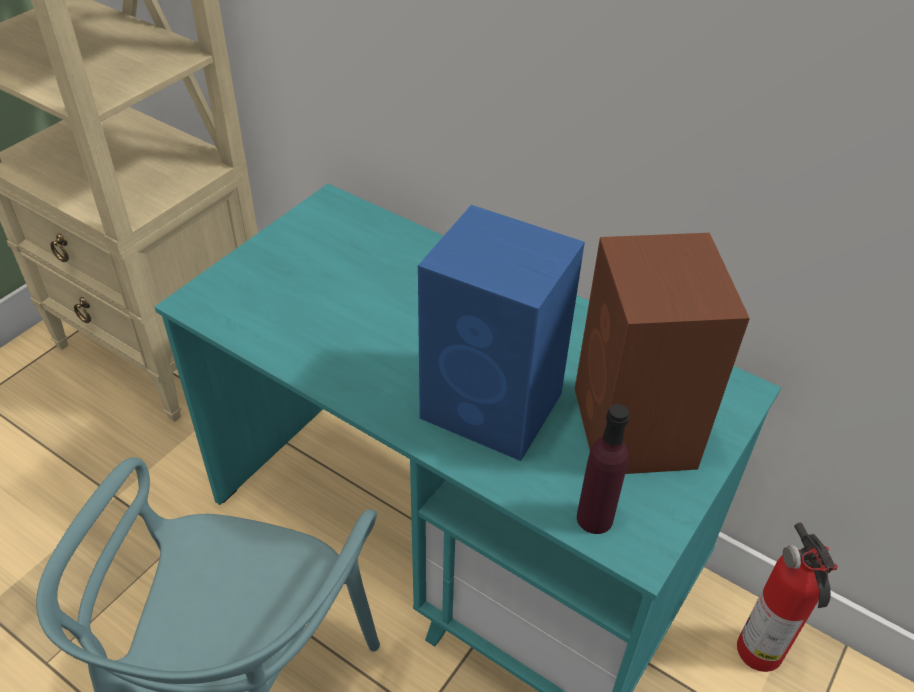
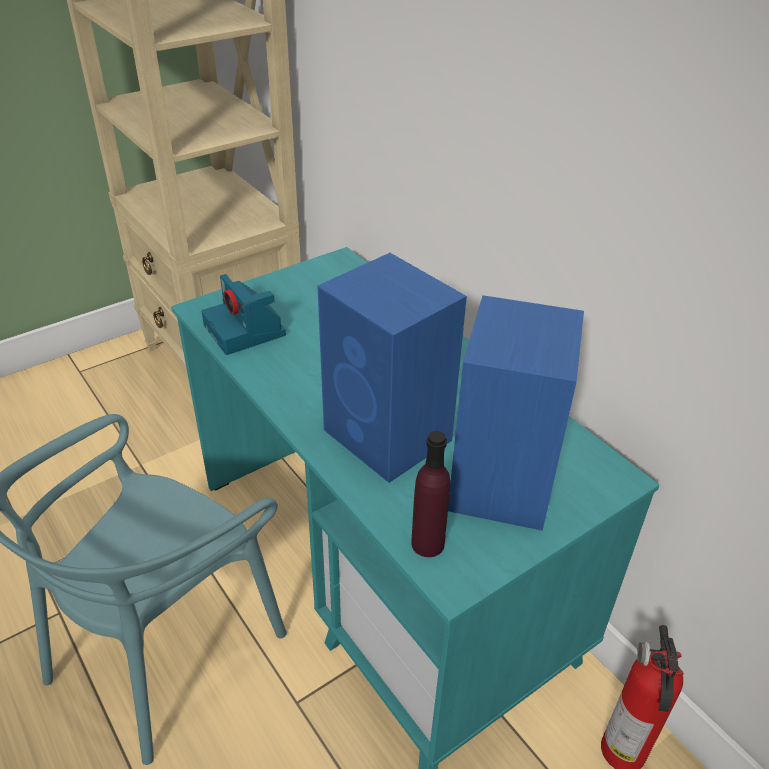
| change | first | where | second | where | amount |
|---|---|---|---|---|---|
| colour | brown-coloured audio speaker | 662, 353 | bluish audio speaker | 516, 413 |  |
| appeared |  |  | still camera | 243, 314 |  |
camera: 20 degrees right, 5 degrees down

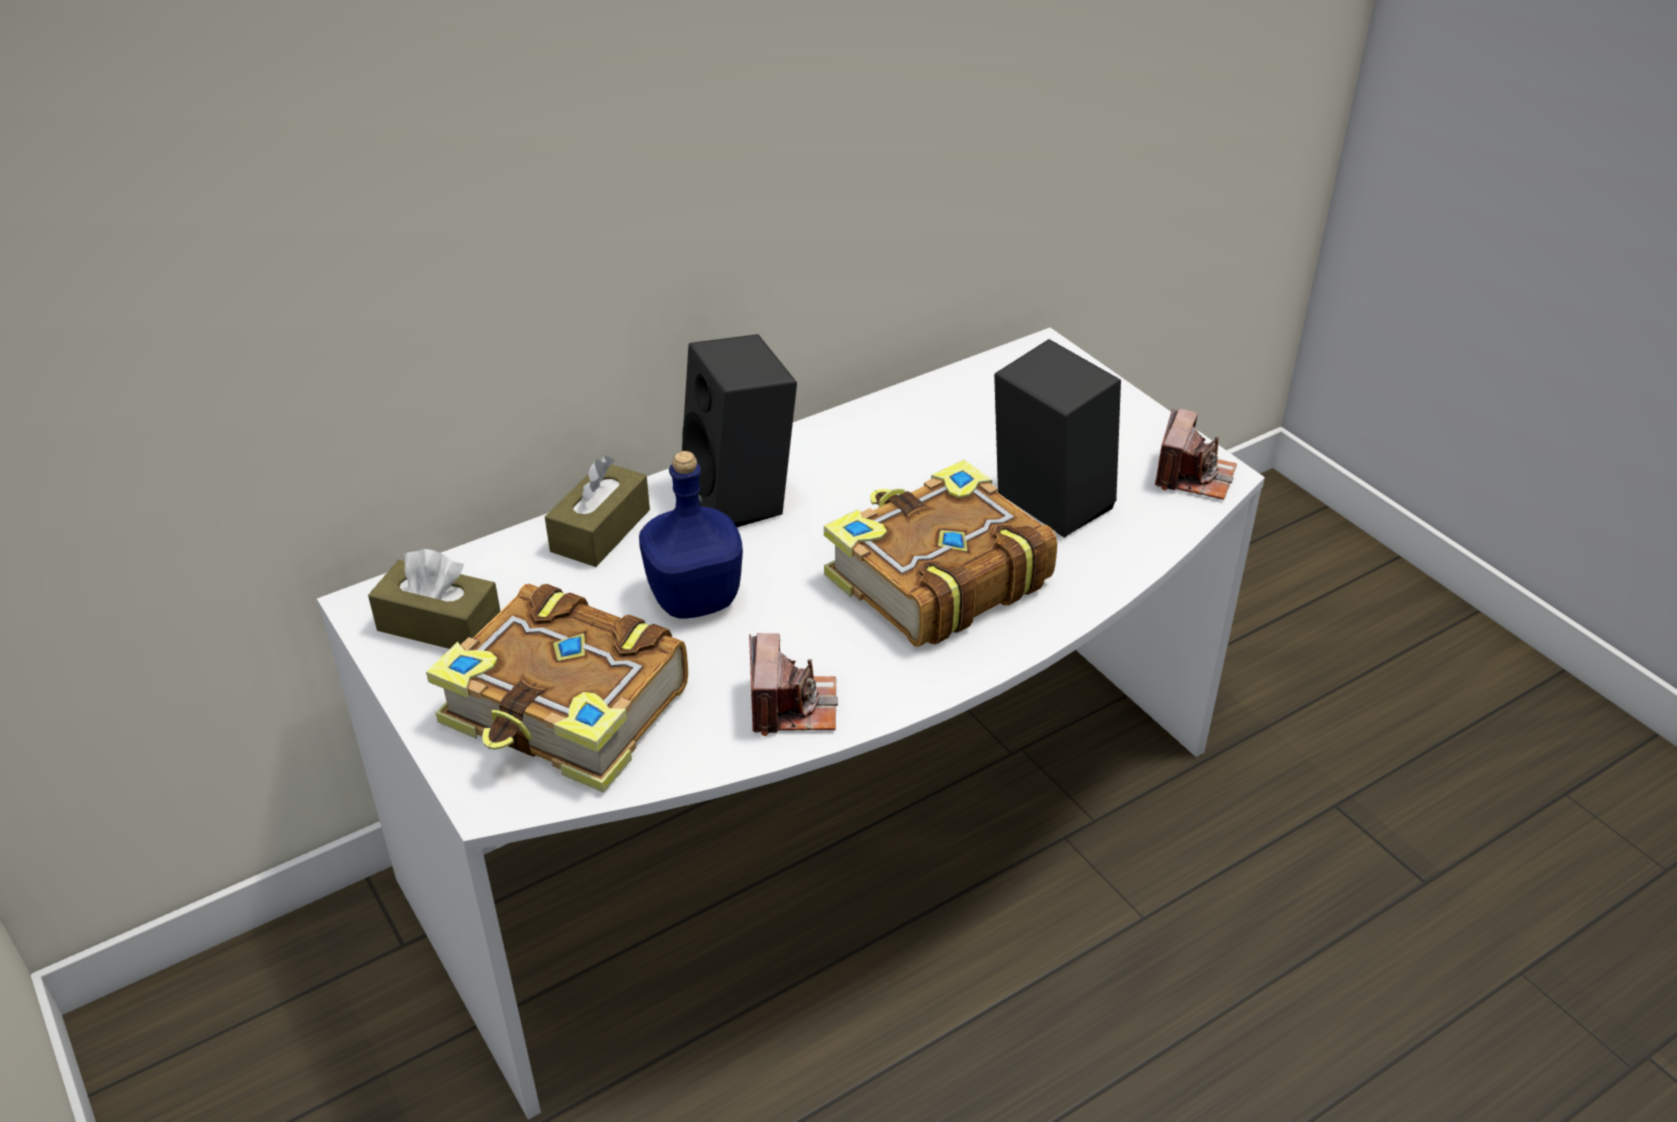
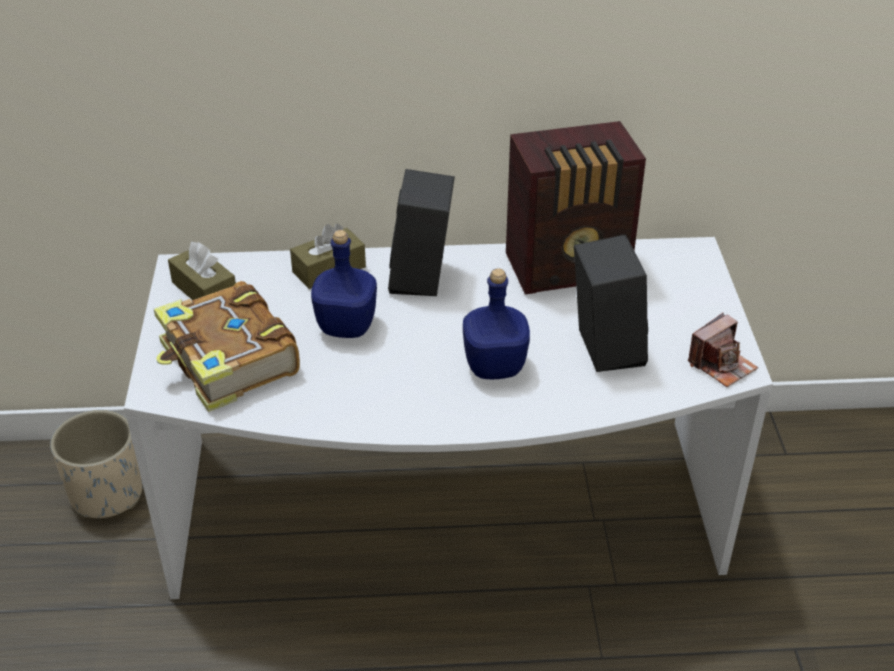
| change | first | where | second | where | amount |
|---|---|---|---|---|---|
| missing | still camera | 793, 684 |  |  |  |
| exchanged | book | 940, 553 | bluish bottle | 496, 323 |  |
| appeared |  |  | beige-coloured planter | 96, 464 |  |
| appeared |  |  | radio set | 576, 207 |  |
camera: 30 degrees right, 0 degrees up

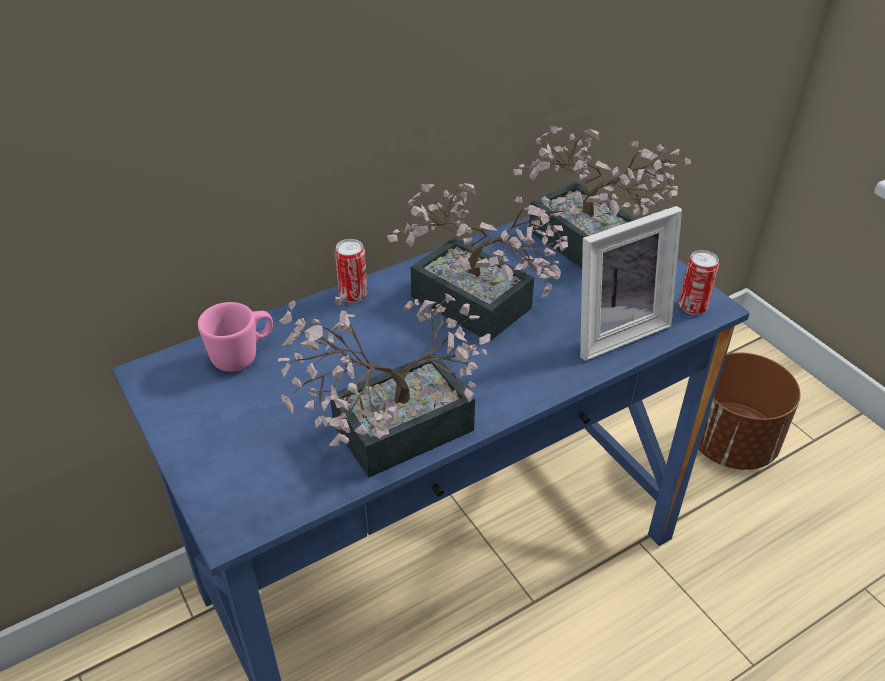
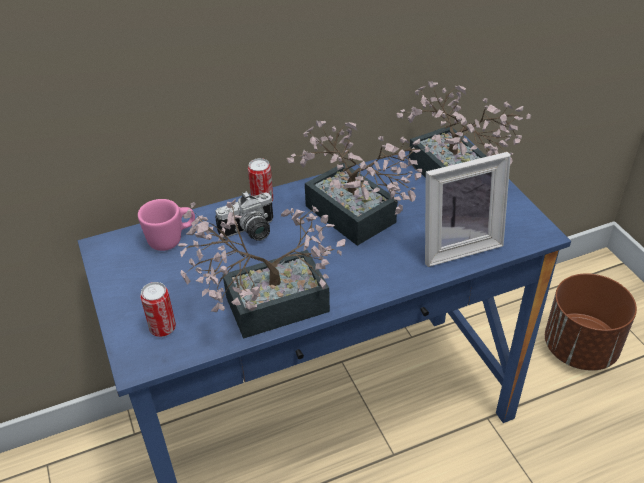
| change | first | where | second | where | amount |
|---|---|---|---|---|---|
| relocated | metal can | 698, 282 |  | 158, 309 |  |
| appeared |  |  | still camera | 244, 216 |  |
camera: 10 degrees right, 0 degrees up

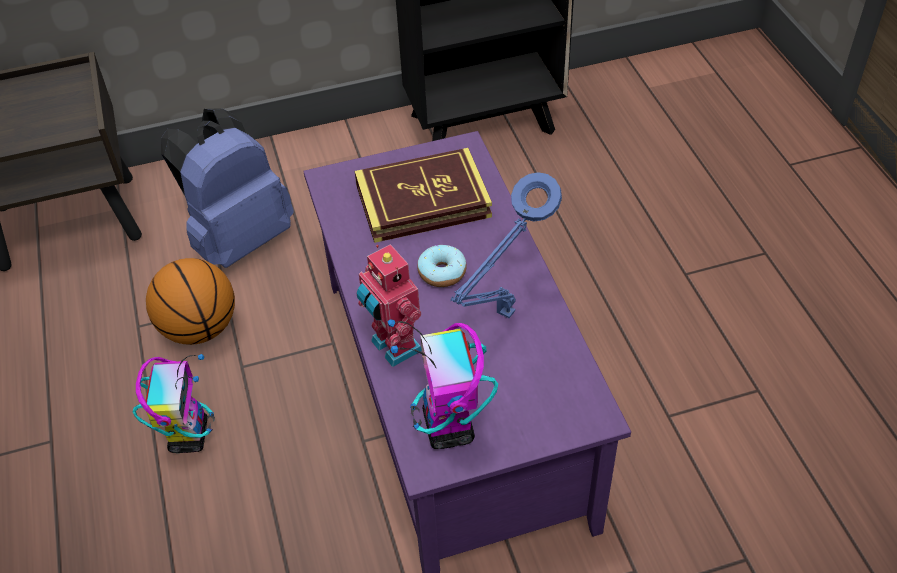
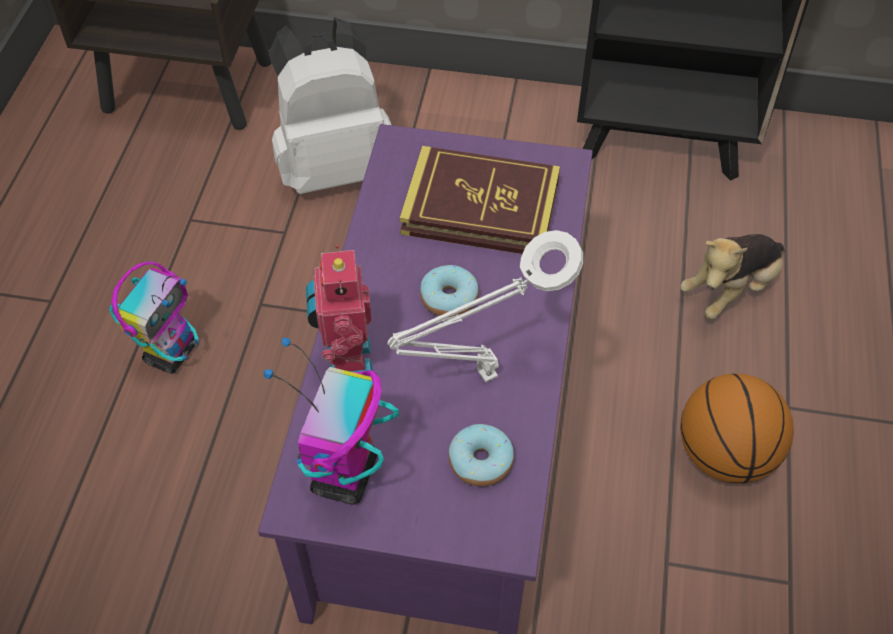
| change | first | where | second | where | amount |
|---|---|---|---|---|---|
| relocated | ball for basketball | 190, 301 |  | 737, 428 |  |
| colour | bluish rucksack | 227, 188 | white rucksack | 330, 105 |  |
| colour | bluish table lamp | 506, 245 | white table lamp | 485, 306 |  |
| appeared |  |  | doughnut | 481, 455 |  |
| appeared |  |  | soft toy | 732, 276 |  |
camera: 25 degrees right, 5 degrees up

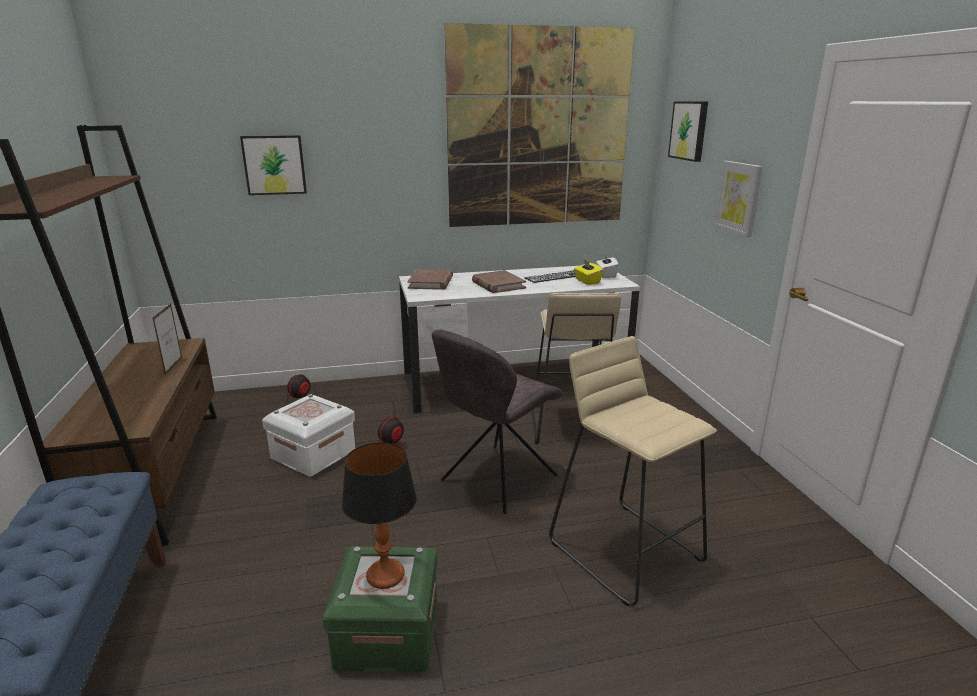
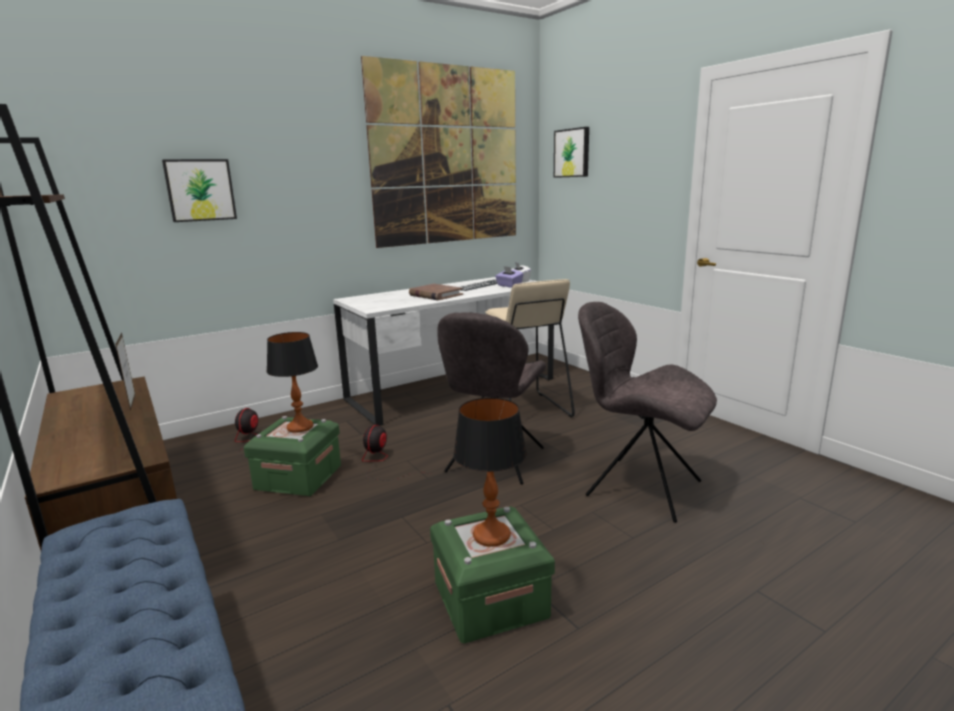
| change | first | where | second | where | amount |
|---|---|---|---|---|---|
| colour | white storage bin | 308, 435 | greenish storage bin | 292, 456 |  |
| missing | brown-coloured book | 430, 279 |  |  |  |
| exchanged | beige-coloured sitting stool | 633, 471 | greyish plain chair | 647, 412 |  |
| colour | yellowish tissue box | 588, 272 | purple tissue box | 509, 277 |  |
| missing | picture | 738, 199 |  |  |  |
| appeared |  |  | table lamp | 292, 382 |  |
camera: 20 degrees left, 5 degrees down

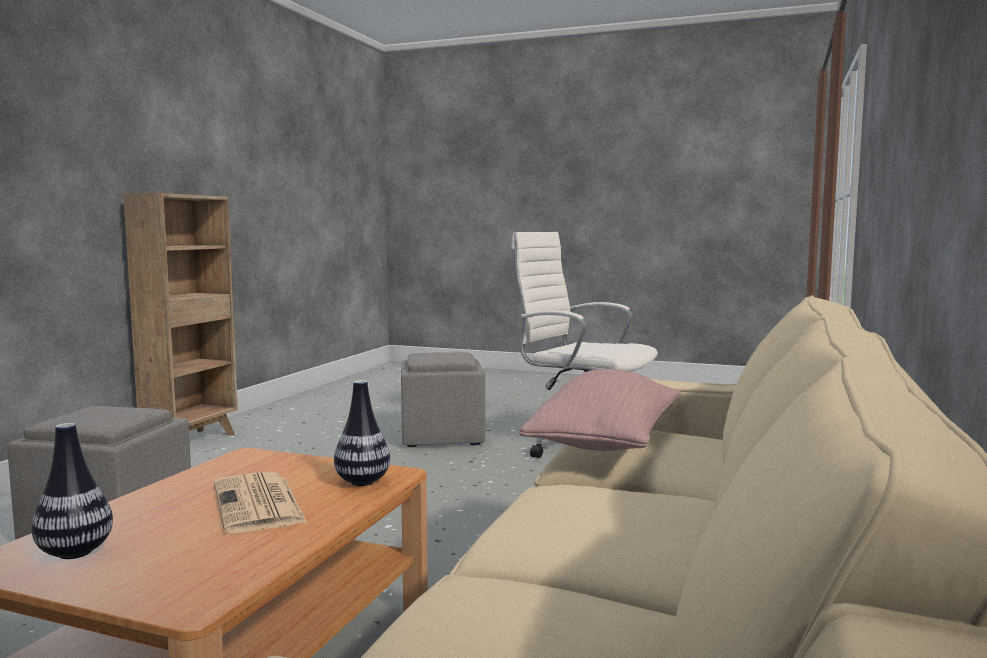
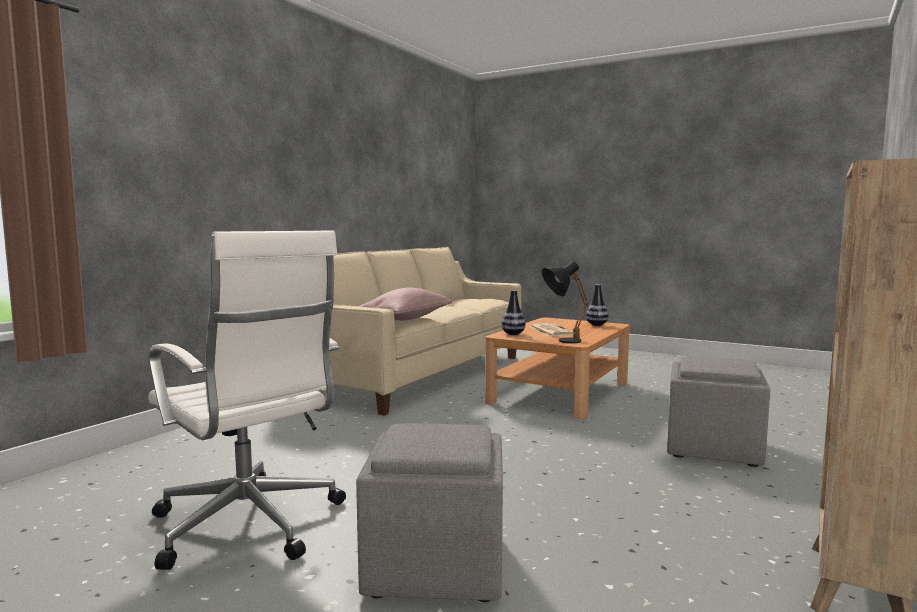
| change | first | where | second | where | amount |
|---|---|---|---|---|---|
| appeared |  |  | black-coloured table lamp | 565, 302 |  |
camera: 170 degrees left, 0 degrees up

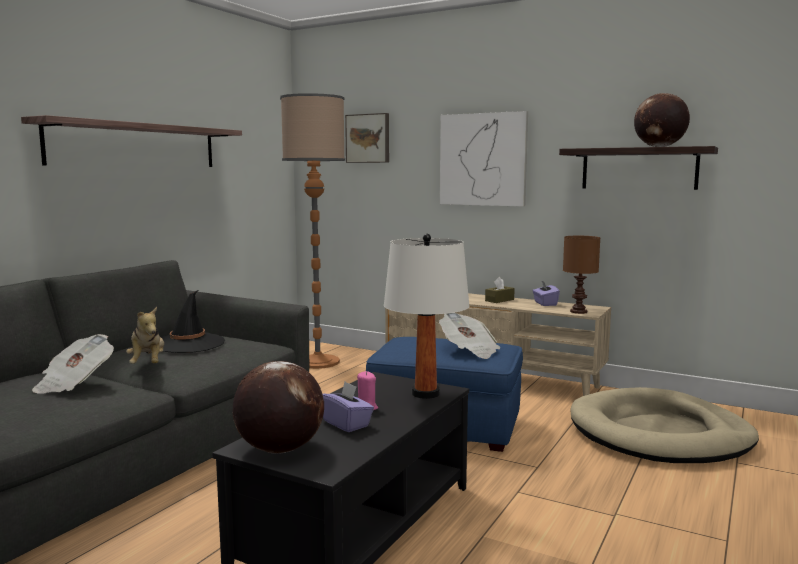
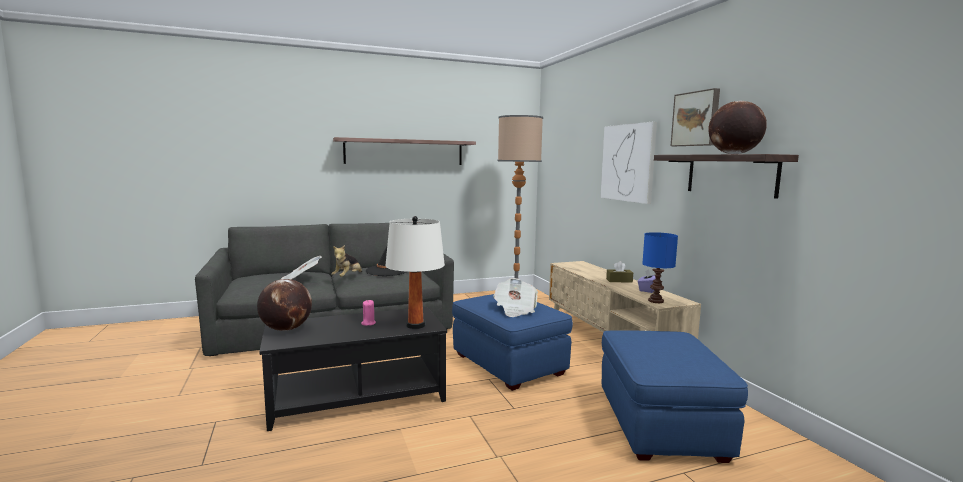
| change | first | where | second | where | amount |
|---|---|---|---|---|---|
| missing | purple tissue box | 348, 407 |  |  |  |
| relocated | picture | 367, 138 |  | 695, 117 |  |
| colour | brown-coloured table lamp | 581, 275 | bluish table lamp | 660, 267 |  |
| exchanged | beige-coloured dog cushion | 665, 425 | bluish ottoman | 675, 396 |  |
camera: 40 degrees right, 0 degrees up

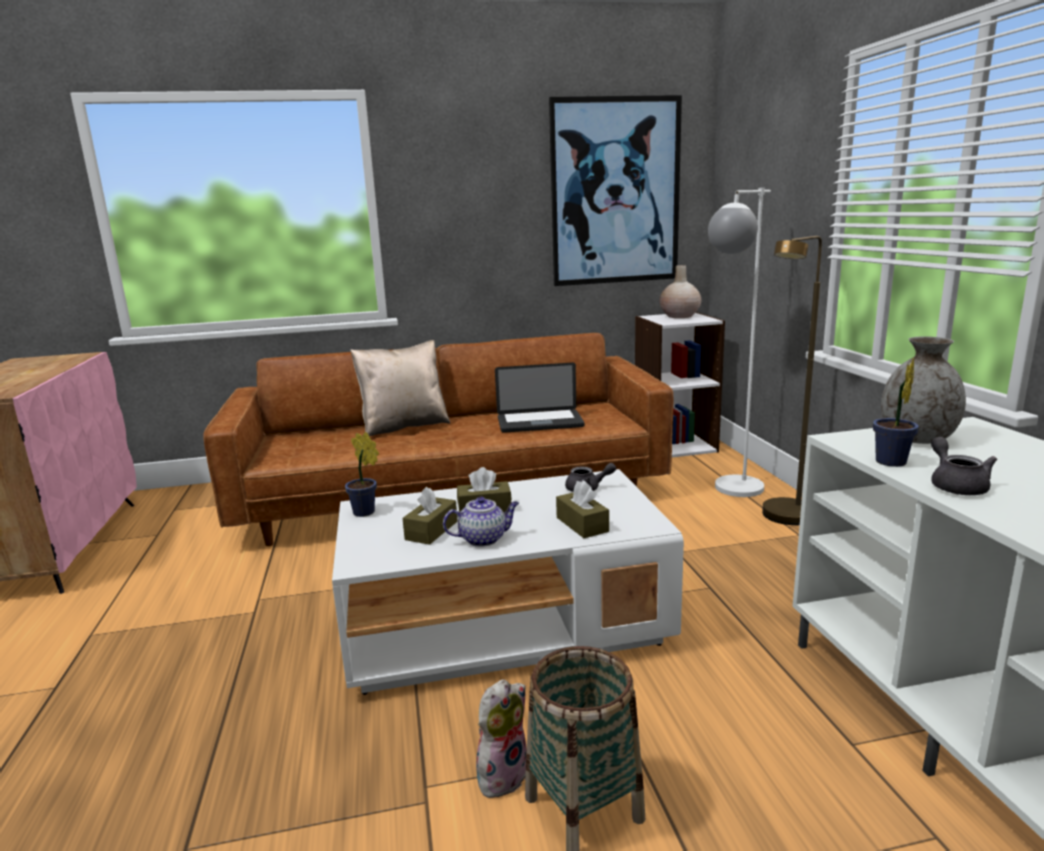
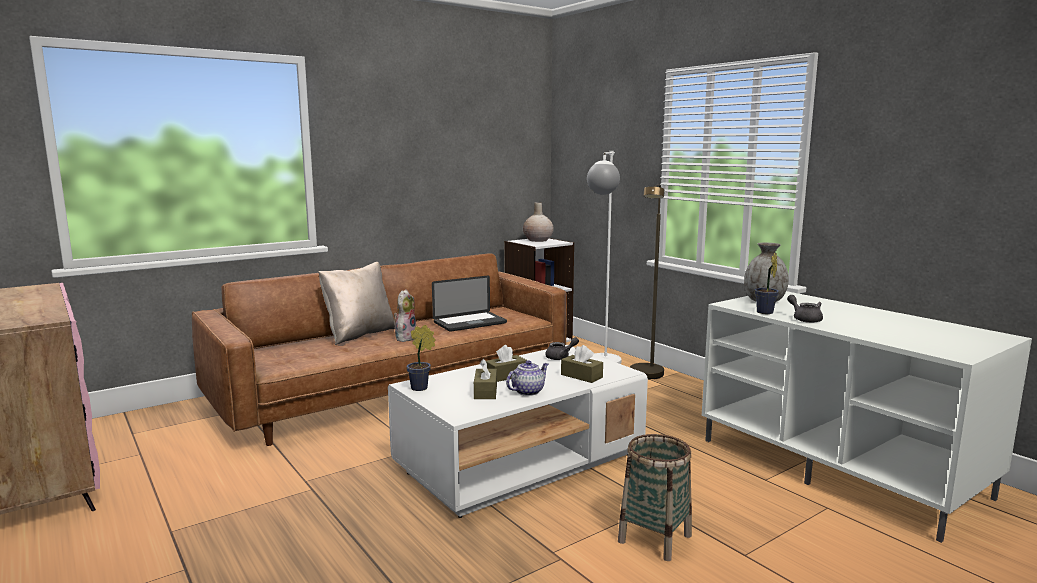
| change | first | where | second | where | amount |
|---|---|---|---|---|---|
| relocated | soft toy | 501, 739 |  | 405, 315 |  |
| missing | picture | 615, 190 |  |  |  |
camera: 25 degrees left, 5 degrees down

